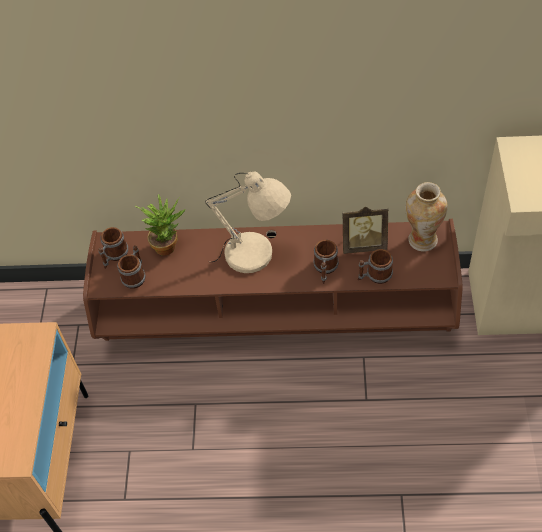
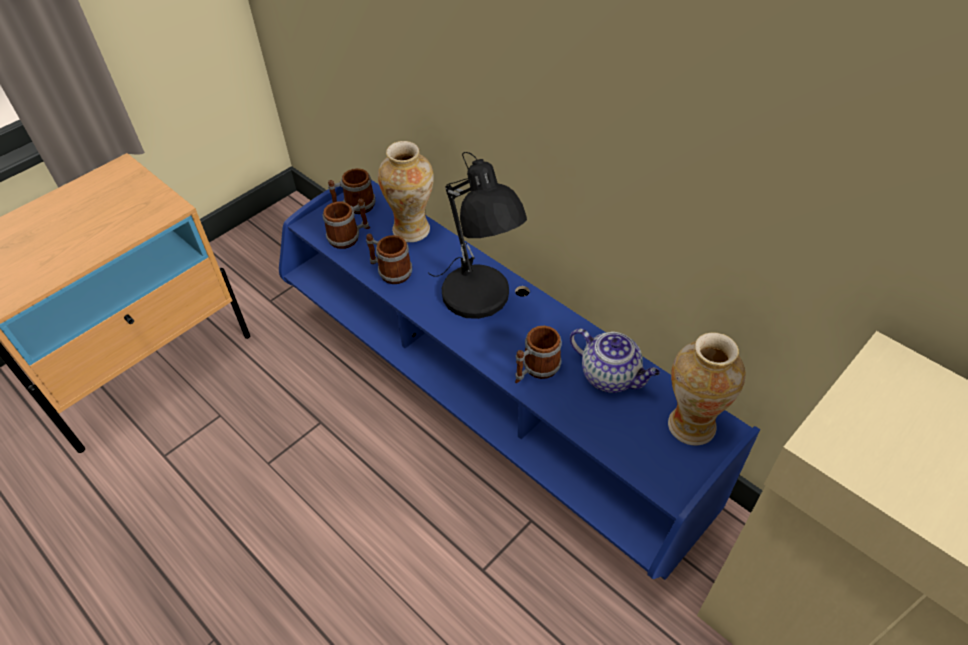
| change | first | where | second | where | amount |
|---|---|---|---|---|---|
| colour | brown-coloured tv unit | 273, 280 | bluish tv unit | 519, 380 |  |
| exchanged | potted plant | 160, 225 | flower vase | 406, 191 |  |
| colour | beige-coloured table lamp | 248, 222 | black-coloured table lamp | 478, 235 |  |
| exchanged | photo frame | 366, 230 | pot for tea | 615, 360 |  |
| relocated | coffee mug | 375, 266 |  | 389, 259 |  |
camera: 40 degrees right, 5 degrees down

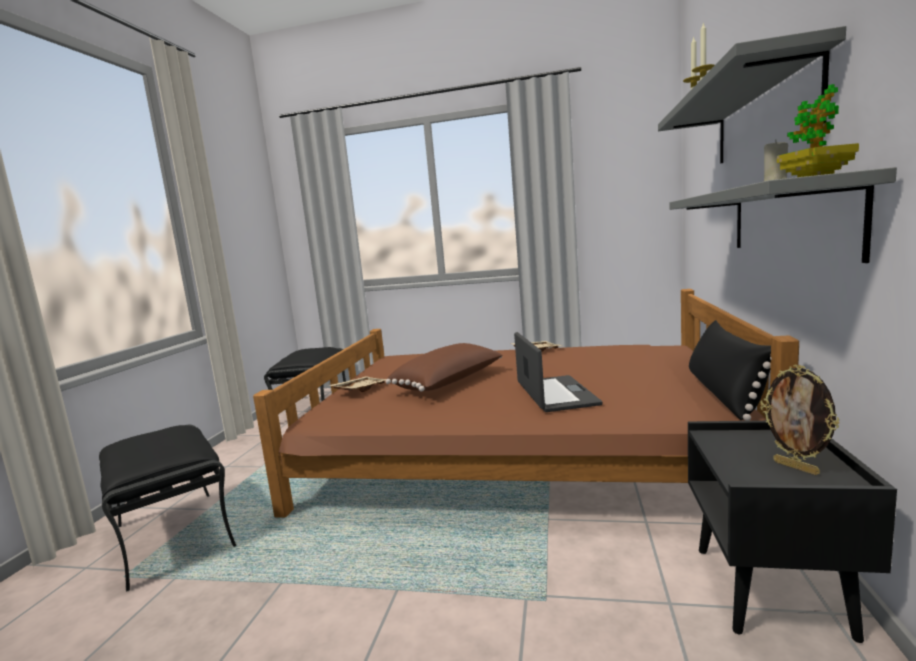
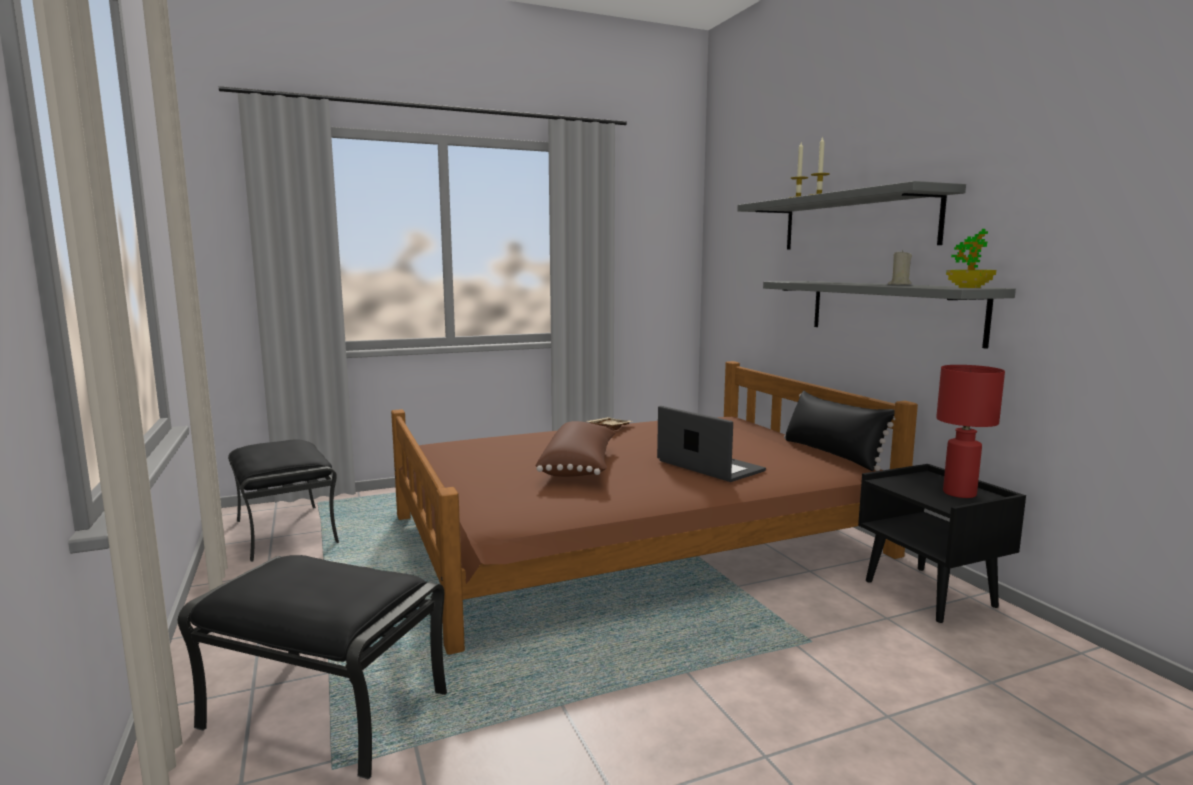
| change | first | where | second | where | amount |
|---|---|---|---|---|---|
| missing | beige-coloured tray | 358, 384 |  |  |  |
| exchanged | photo frame | 800, 420 | red-coloured table lamp | 970, 431 |  |
camera: 35 degrees left, 0 degrees up

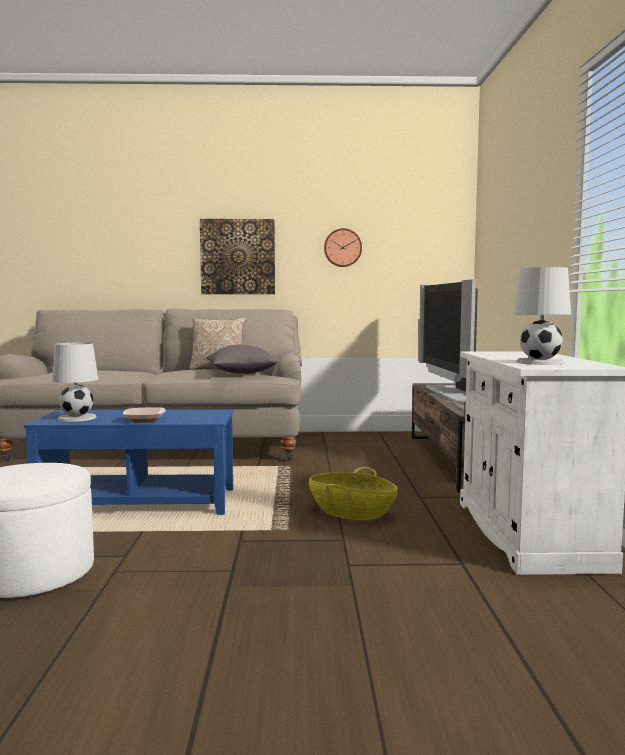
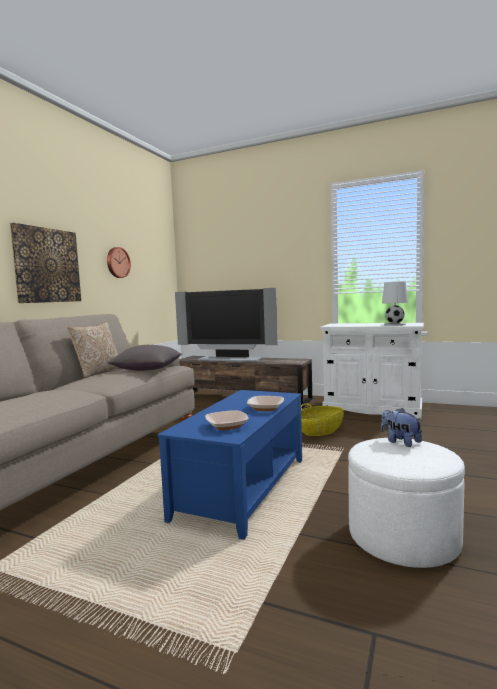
| change | first | where | second | where | amount |
|---|---|---|---|---|---|
| exchanged | white table lamp | 75, 382 | serving bowl | 226, 420 |  |
| appeared |  |  | soft toy | 401, 427 |  |
camera: 65 degrees left, 0 degrees up

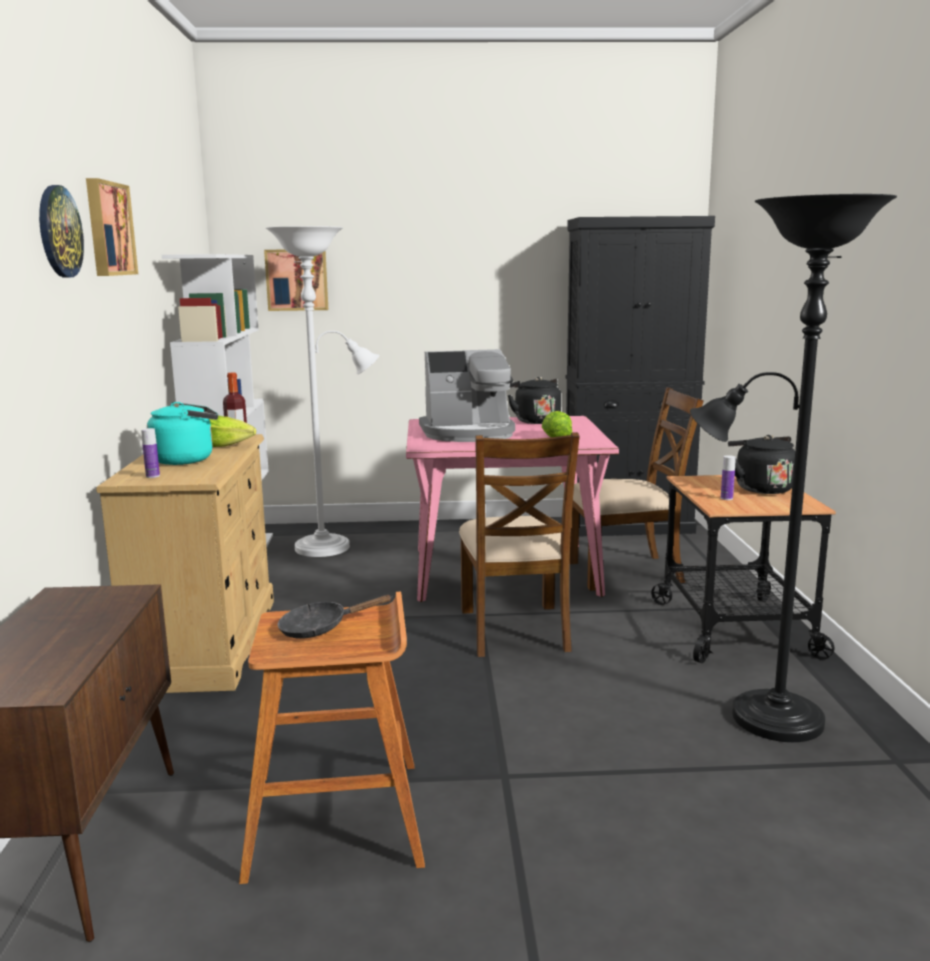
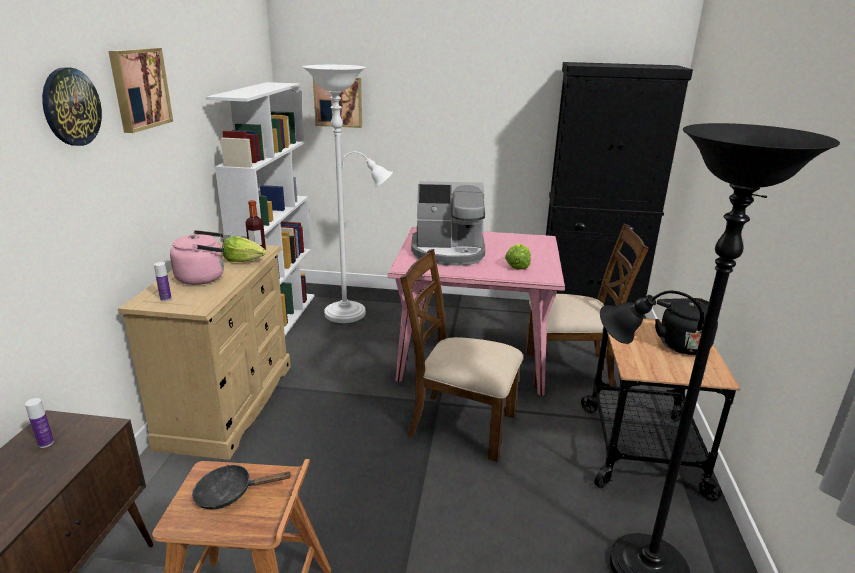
| change | first | where | second | where | amount |
|---|---|---|---|---|---|
| colour | turquoise-coloured tea kettle | 182, 433 | pinkish tea kettle | 197, 257 |  |
| spun | brown-coloured plain chair | 519, 544 |  | 461, 355 | 105 degrees clockwise |
| missing | black-coloured tea kettle | 534, 400 |  |  |  |
| relocated | bottle | 728, 477 |  | 39, 423 |  |
camera: 10 degrees right, 10 degrees up

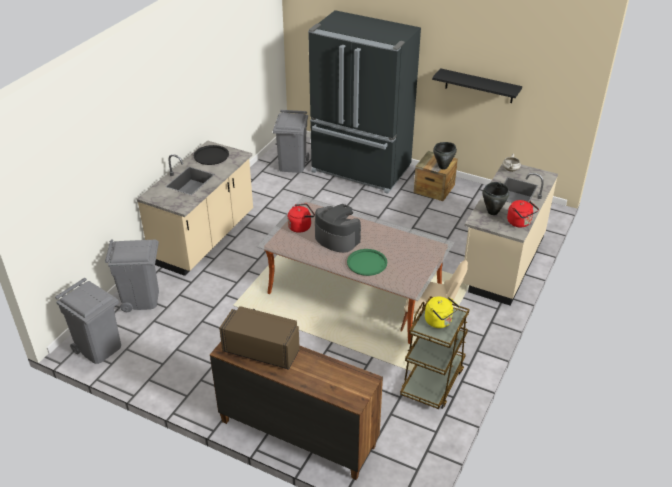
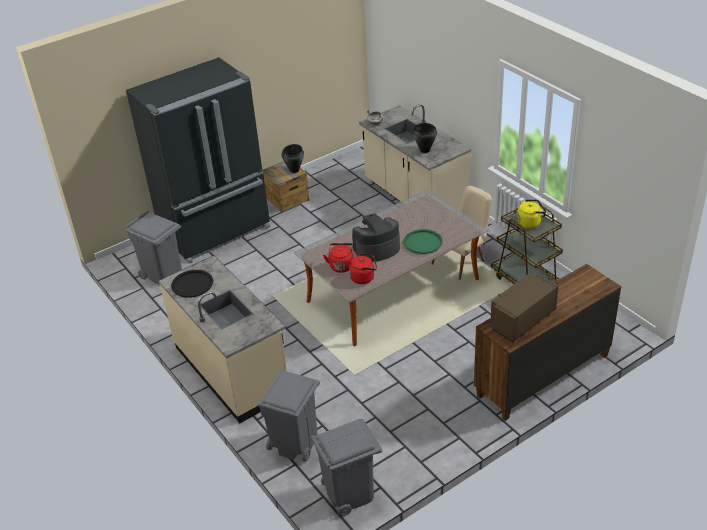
| change | first | where | second | where | amount |
|---|---|---|---|---|---|
| missing | black-coloured bracket shelf | 477, 85 |  |  |  |
| relocated | red-coloured tea kettle | 523, 214 |  | 363, 269 |  |
camera: 60 degrees left, 0 degrees up

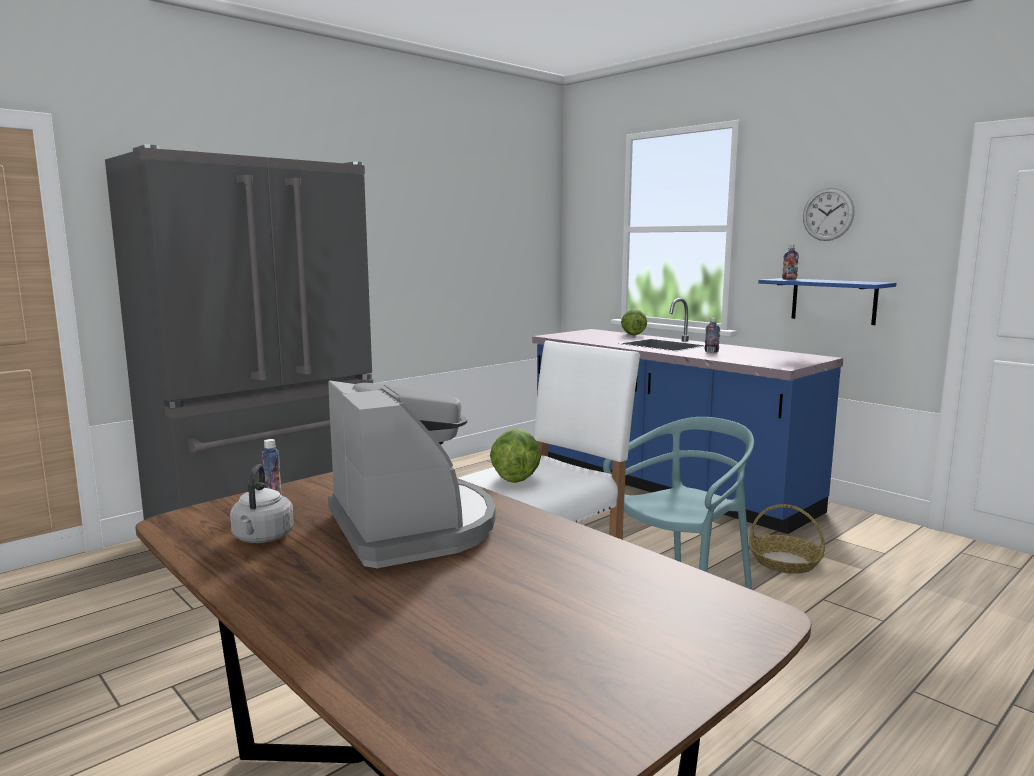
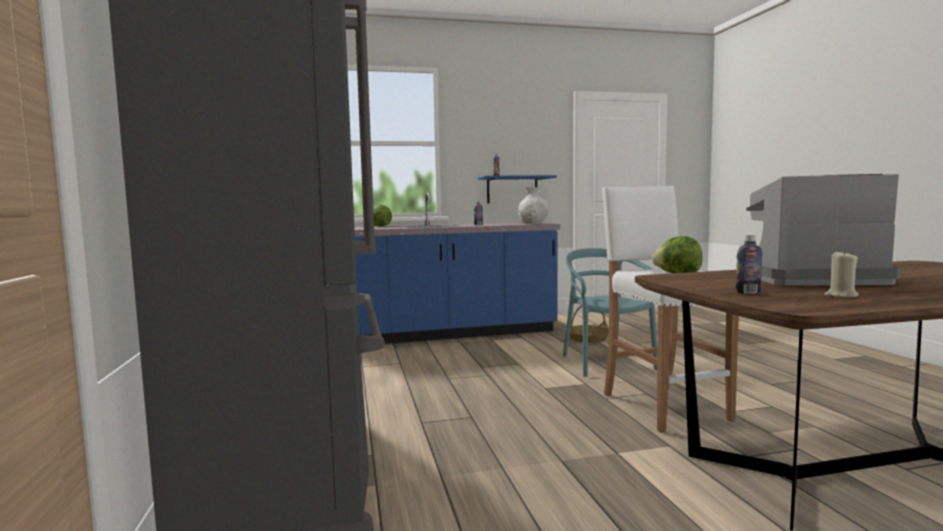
| change | first | where | second | where | amount |
|---|---|---|---|---|---|
| exchanged | greyish tea kettle | 262, 503 | beige-coloured wax light | 842, 273 |  |
| missing | clock on the wall | 829, 214 |  |  |  |
| appeared |  |  | white flower vase | 533, 205 |  |
camera: 60 degrees left, 5 degrees down

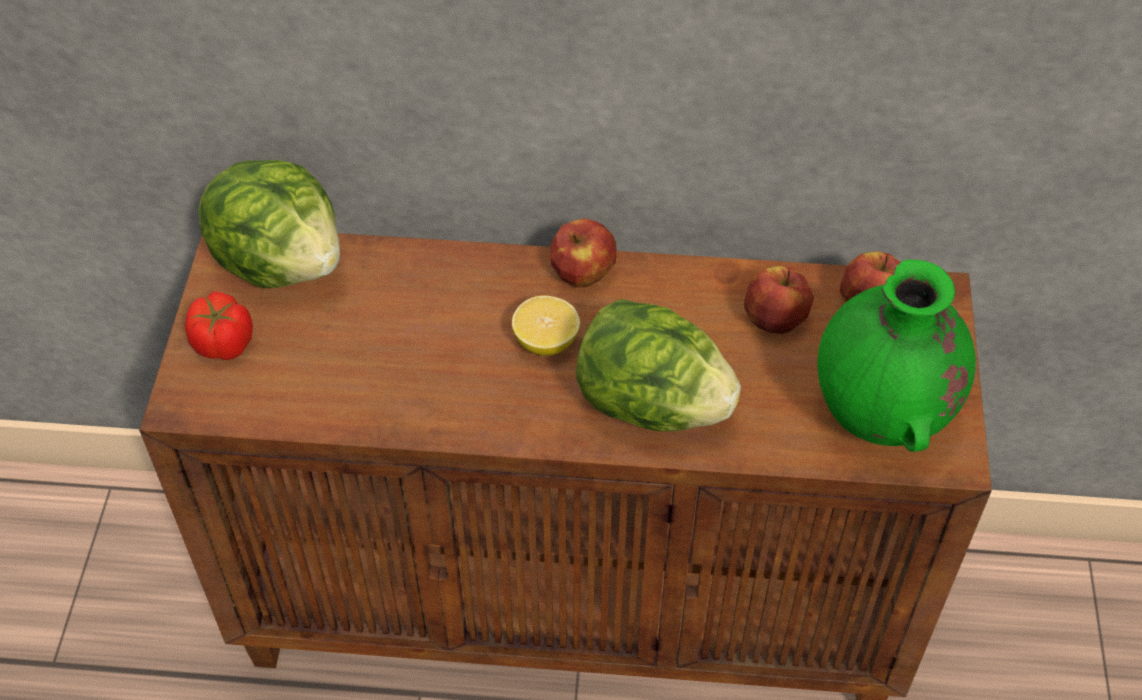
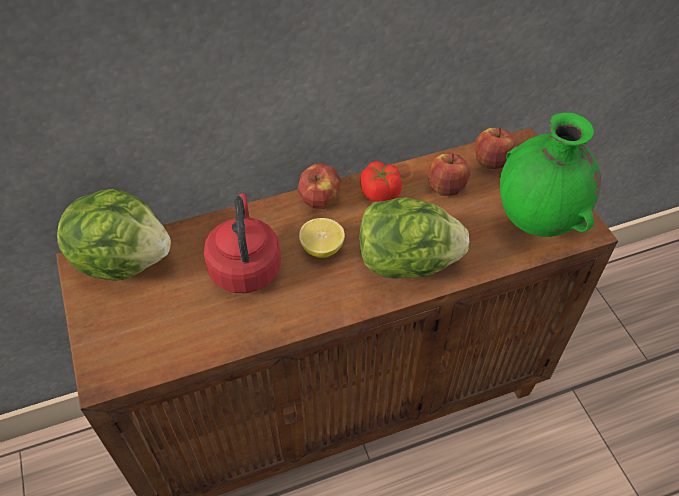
| change | first | where | second | where | amount |
|---|---|---|---|---|---|
| relocated | tomato | 219, 326 |  | 381, 181 |  |
| appeared |  |  | red-coloured tea kettle | 242, 243 |  |
camera: 25 degrees left, 0 degrees up

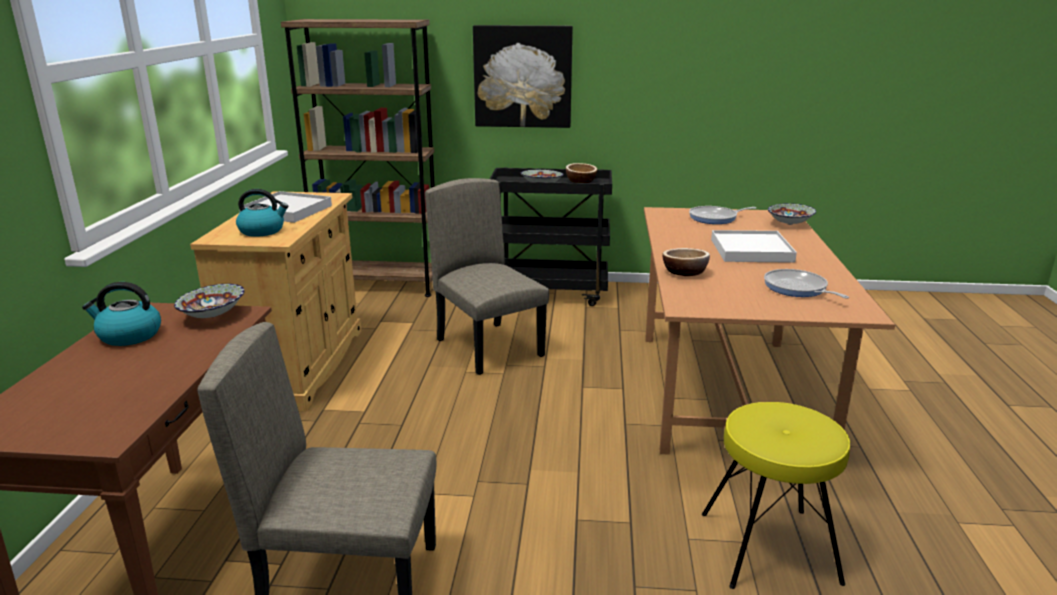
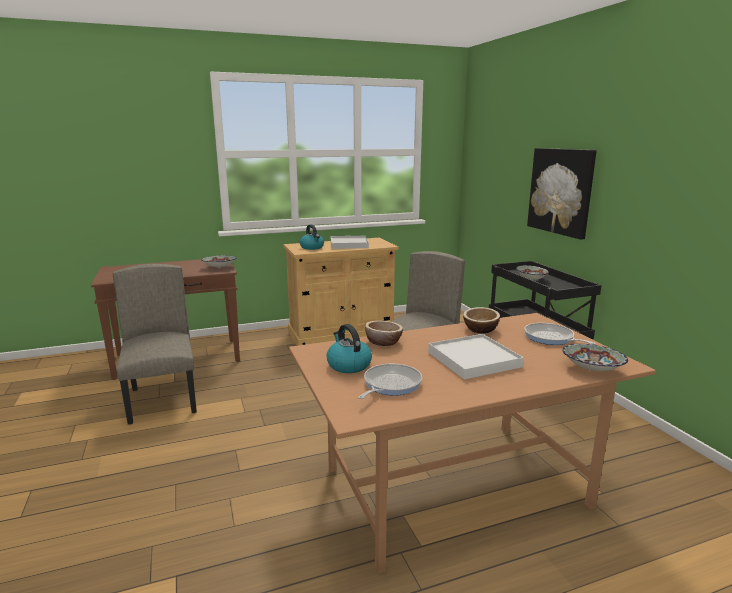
| change | first | where | second | where | amount |
|---|---|---|---|---|---|
| relocated | tea kettle | 121, 314 |  | 349, 348 |  |
| missing | brown-coloured shelving unit | 358, 158 |  |  |  |
| relocated | serving bowl | 582, 173 |  | 481, 320 |  |
| missing | yellowish sitting stool | 776, 495 |  |  |  |
camera: 65 degrees right, 5 degrees down

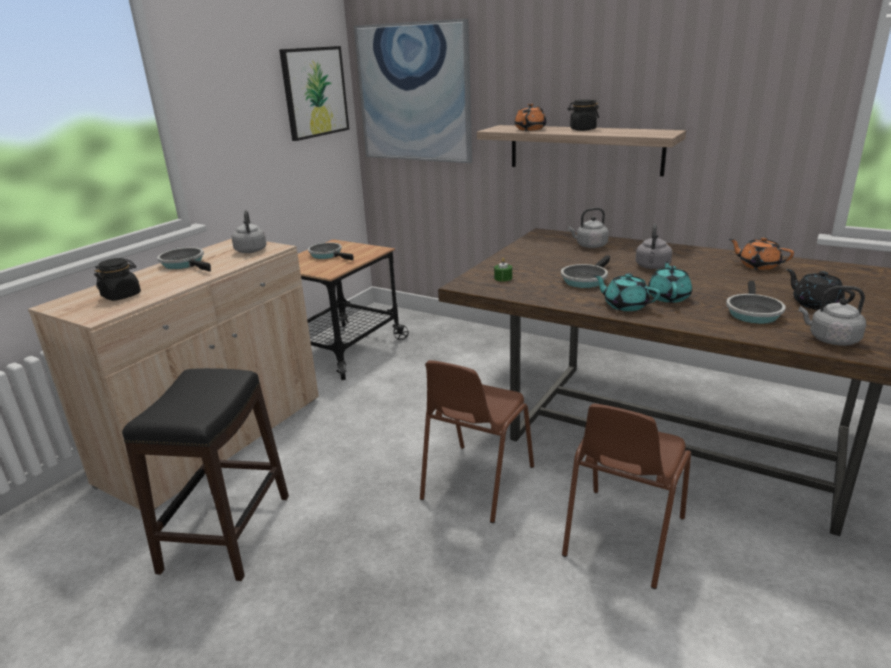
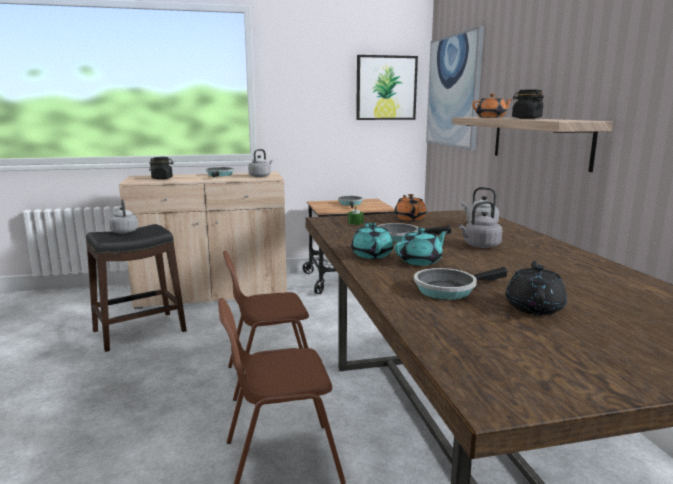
| change | first | where | second | where | amount |
|---|---|---|---|---|---|
| relocated | orange pot for tea | 761, 253 |  | 410, 207 |  |
| relocated | greyish tea kettle | 832, 316 |  | 123, 216 |  |
camera: 45 degrees right, 10 degrees down

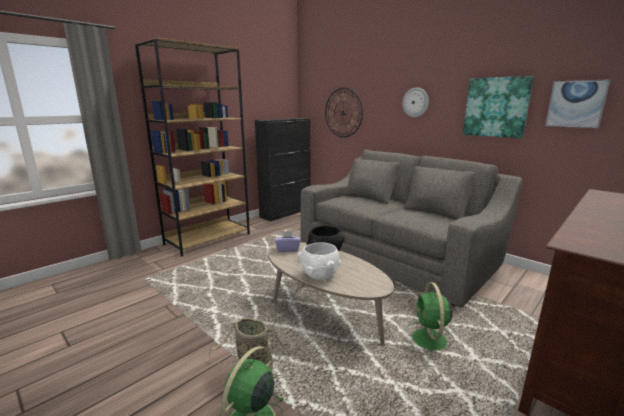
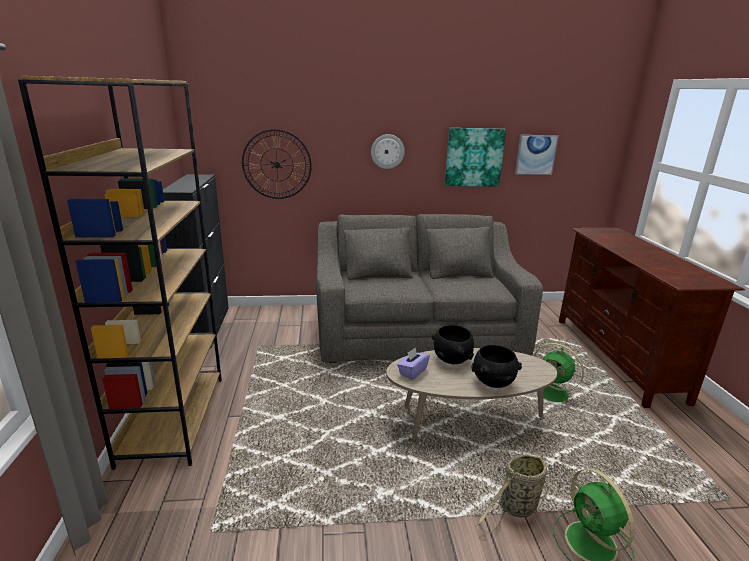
| change | first | where | second | where | amount |
|---|---|---|---|---|---|
| colour | white serving bowl | 319, 261 | black-coloured serving bowl | 496, 366 |  |
camera: 50 degrees left, 5 degrees up

